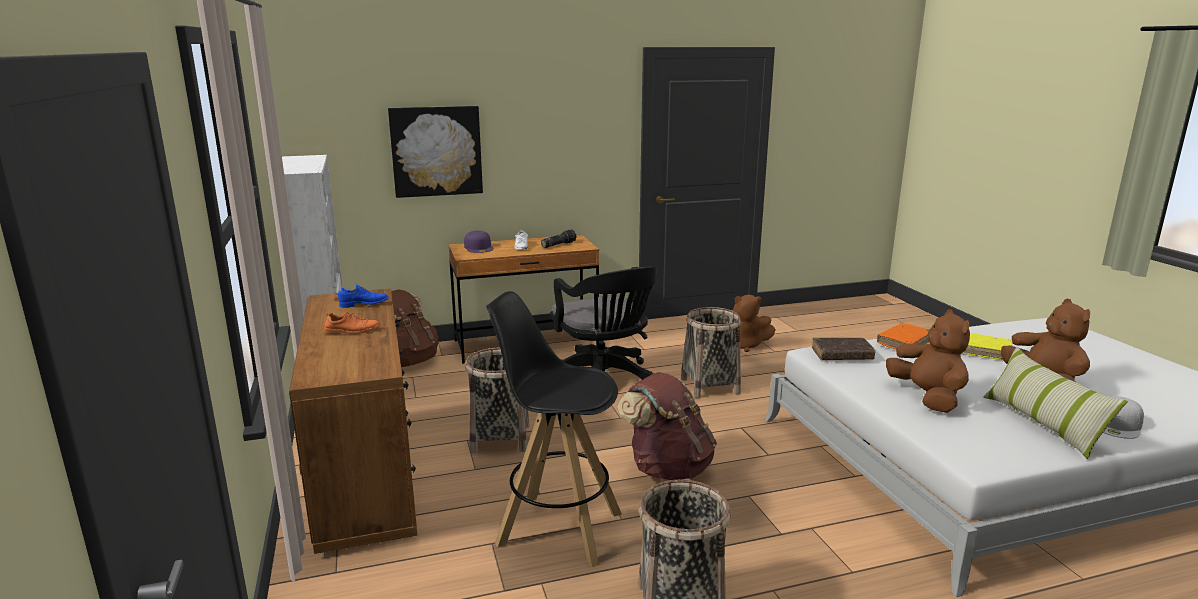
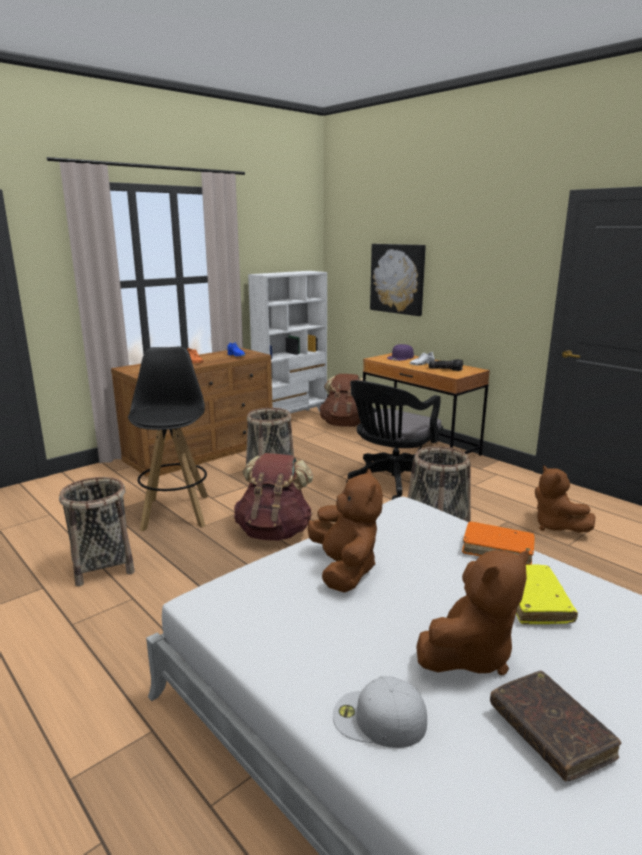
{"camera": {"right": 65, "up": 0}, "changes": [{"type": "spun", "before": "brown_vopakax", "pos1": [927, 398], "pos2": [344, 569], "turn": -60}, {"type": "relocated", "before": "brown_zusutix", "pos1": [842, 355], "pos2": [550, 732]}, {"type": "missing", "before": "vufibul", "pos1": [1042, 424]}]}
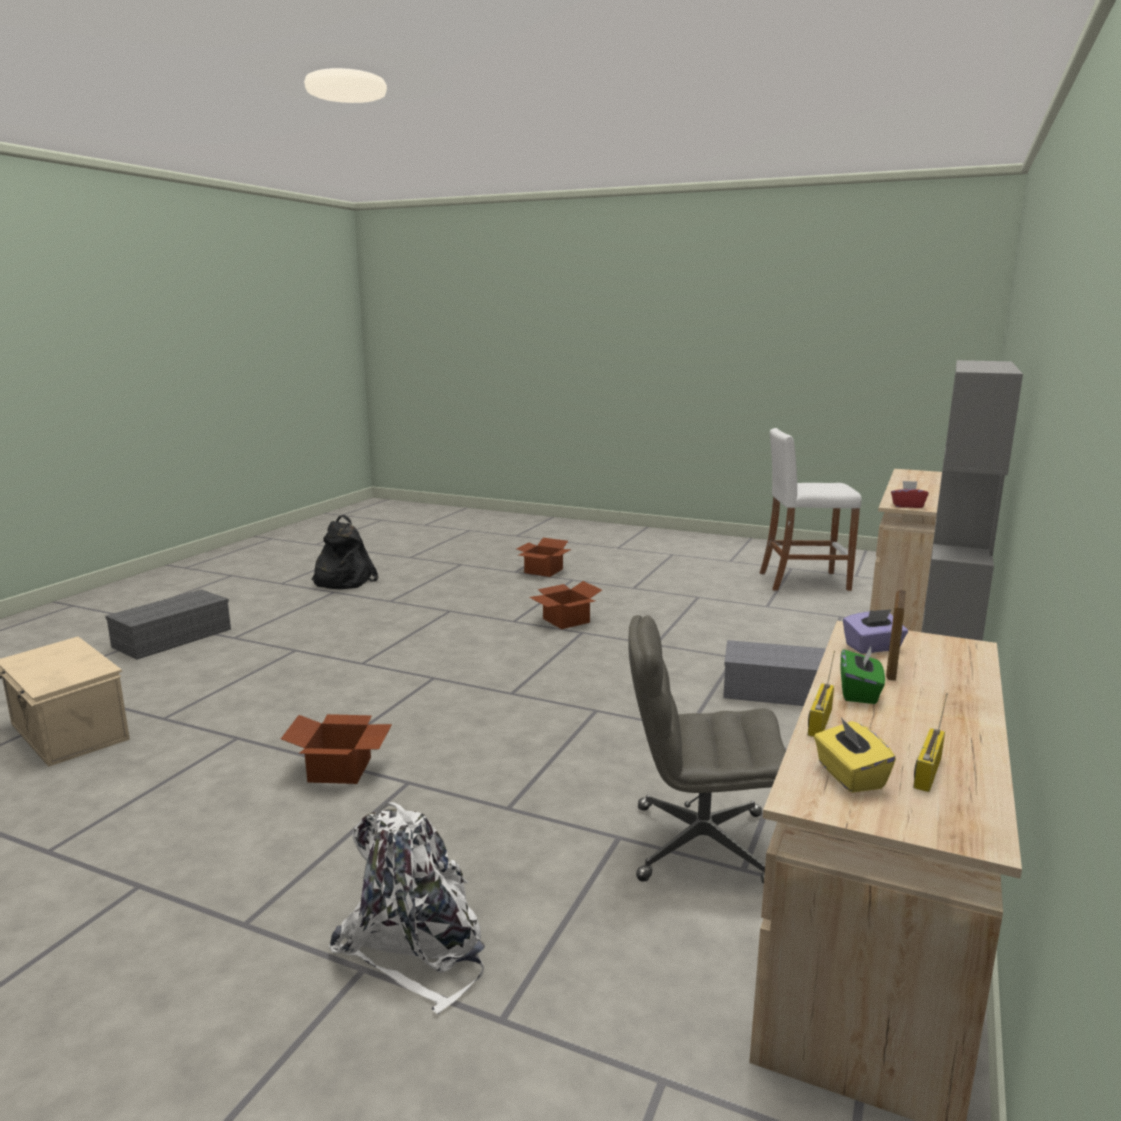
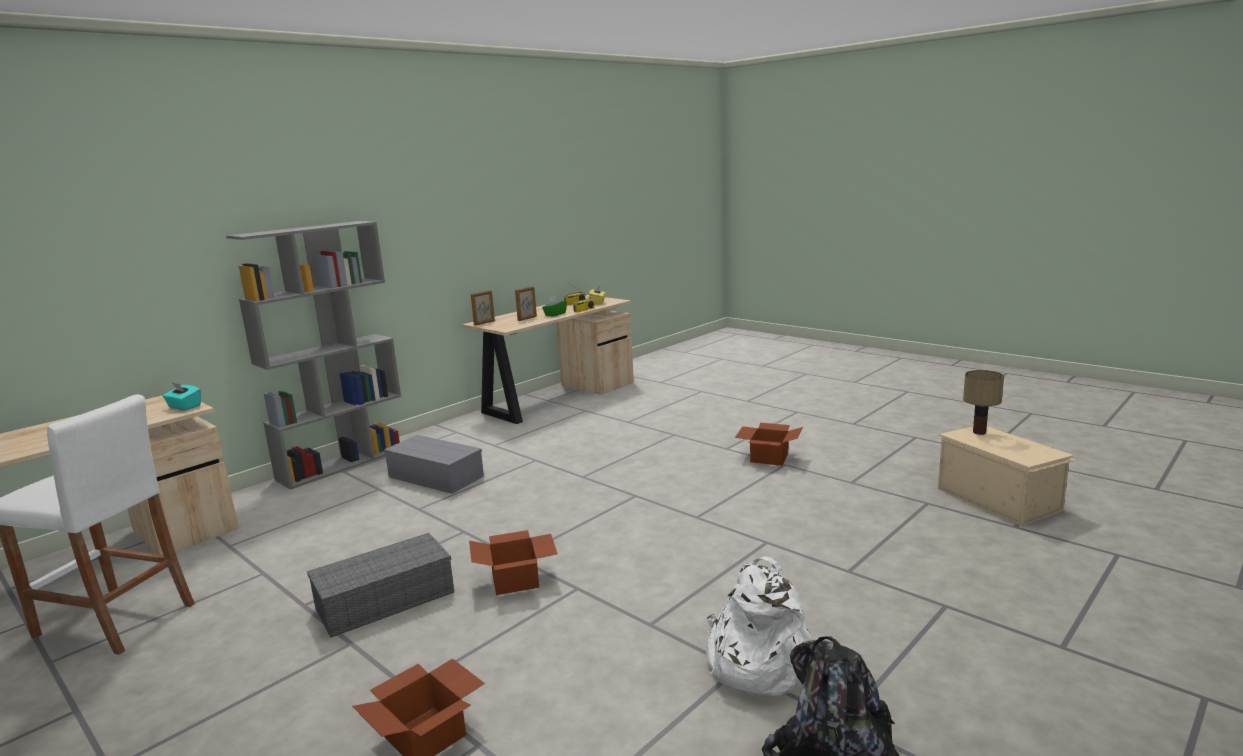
{"camera": {"right": -160, "up": 0}, "changes": [{"type": "colour", "before": "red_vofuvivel", "after": "turquoise_vofuvivel", "pos1": [907, 506], "pos2": [184, 407]}, {"type": "relocated", "before": "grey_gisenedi", "pos1": [173, 637], "pos2": [384, 601]}, {"type": "appeared", "after": "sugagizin", "pos2": [484, 323]}, {"type": "relocated", "before": "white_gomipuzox", "pos1": [416, 945], "pos2": [755, 663]}, {"type": "appeared", "after": "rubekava", "pos2": [978, 432]}, {"type": "missing", "before": "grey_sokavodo", "pos1": [699, 846]}, {"type": "missing", "before": "purple_vofuvivel", "pos1": [873, 648]}]}
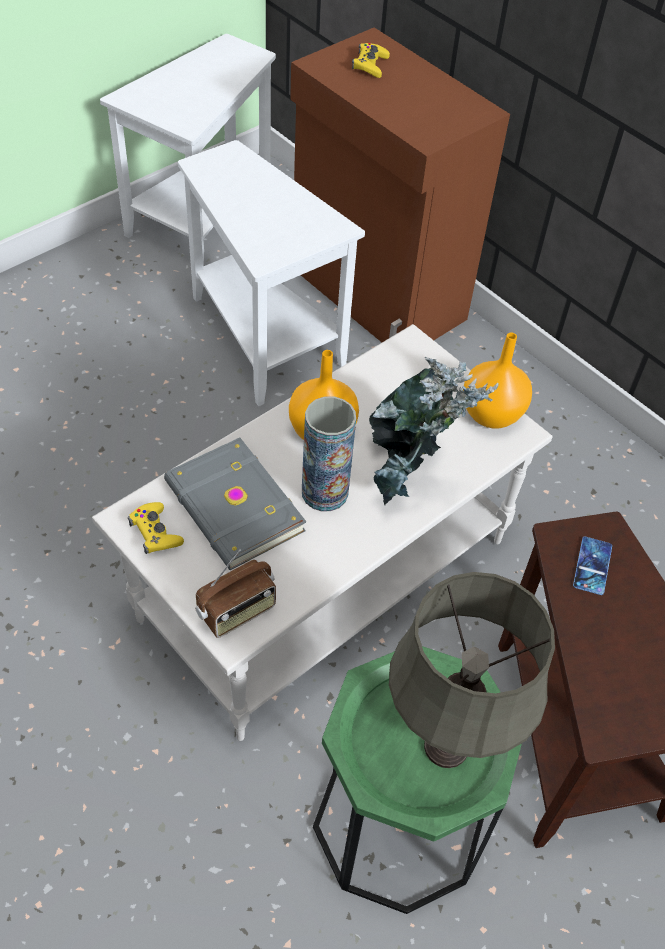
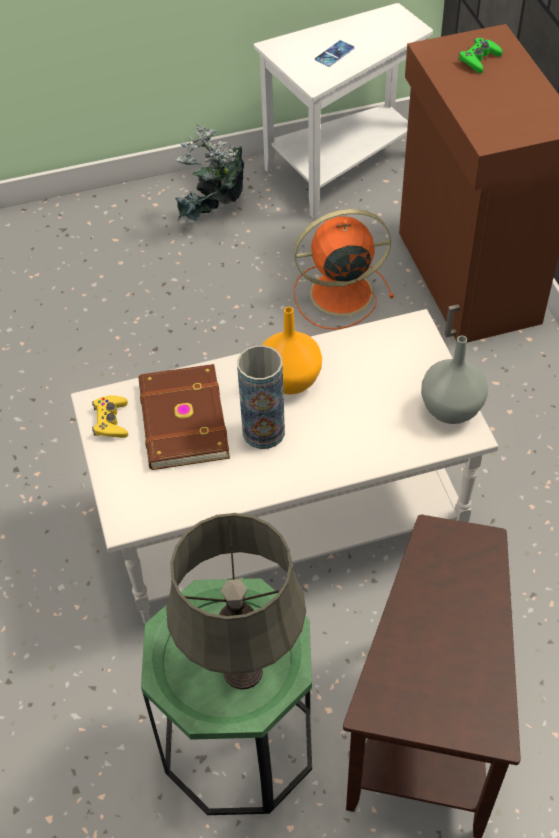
{"camera": {"right": 30, "up": 0}, "changes": [{"type": "colour", "before": "grey_zusutix", "after": "brown_zusutix", "pos1": [232, 508], "pos2": [181, 421]}, {"type": "relocated", "before": "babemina", "pos1": [409, 474], "pos2": [215, 216]}, {"type": "exchanged", "before": "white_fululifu", "after": "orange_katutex", "pos1": [263, 341], "pos2": [338, 293]}, {"type": "relocated", "before": "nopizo", "pos1": [592, 566], "pos2": [334, 54]}, {"type": "colour", "before": "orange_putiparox", "after": "grey_putiparox", "pos1": [492, 413], "pos2": [452, 409]}, {"type": "colour", "before": "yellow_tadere", "after": "green_tadere", "pos1": [370, 65], "pos2": [479, 59]}, {"type": "missing", "before": "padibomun", "pos1": [237, 612]}]}
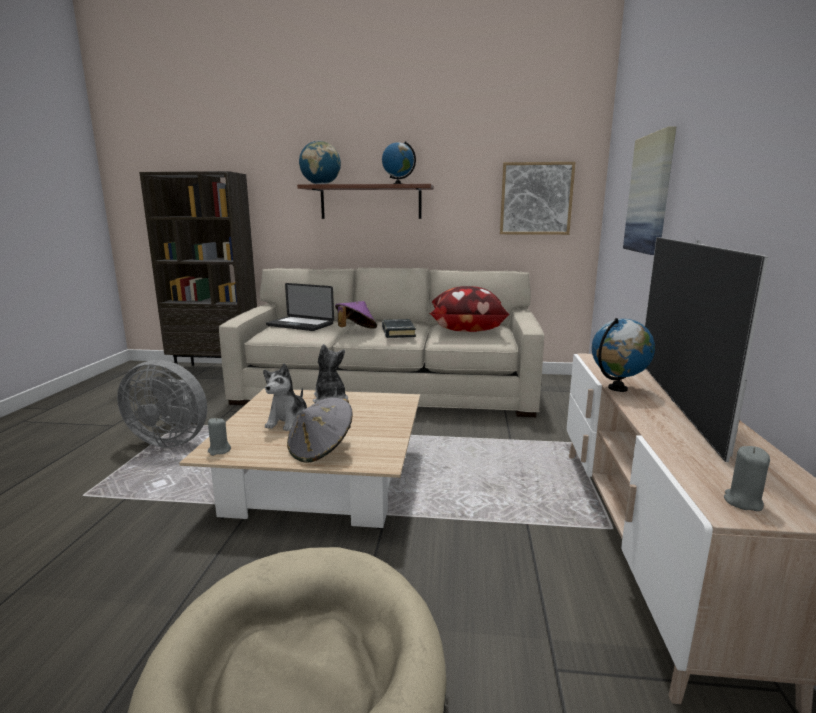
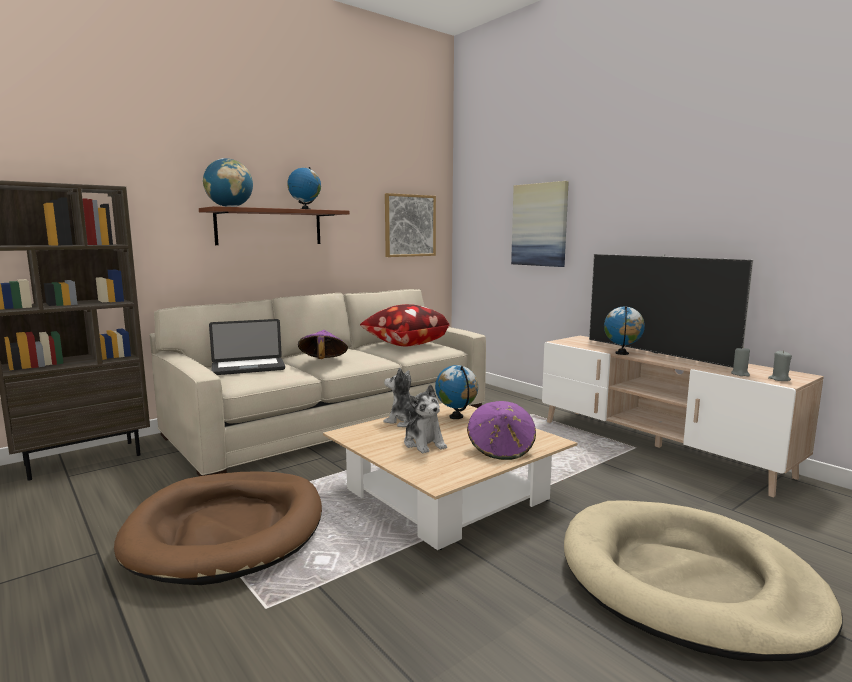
{"camera": {"right": -45, "up": -5}, "changes": [{"type": "exchanged", "before": "grey_katutex", "after": "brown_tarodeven", "pos1": [172, 440], "pos2": [227, 530]}, {"type": "appeared", "after": "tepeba", "pos2": [456, 417]}, {"type": "colour", "before": "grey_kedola", "after": "purple_kedola", "pos1": [321, 450], "pos2": [501, 449]}, {"type": "relocated", "before": "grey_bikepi", "pos1": [219, 450], "pos2": [740, 374]}, {"type": "missing", "before": "black_zusutix", "pos1": [398, 332]}]}
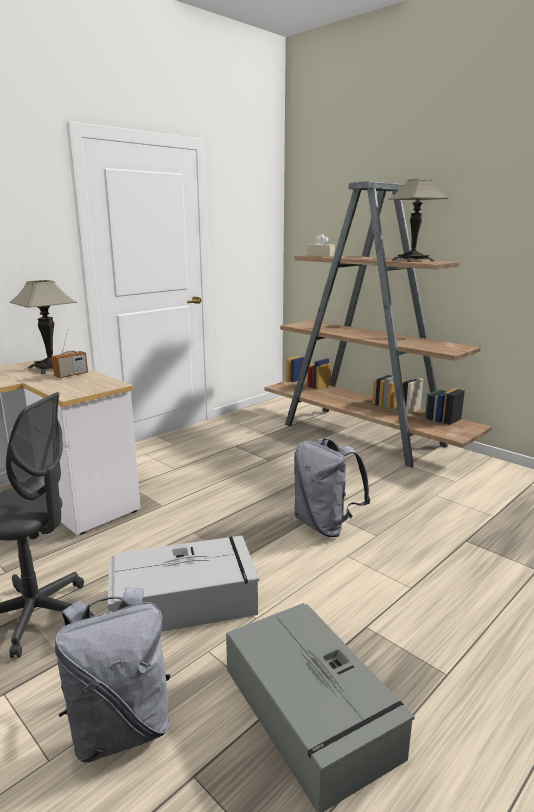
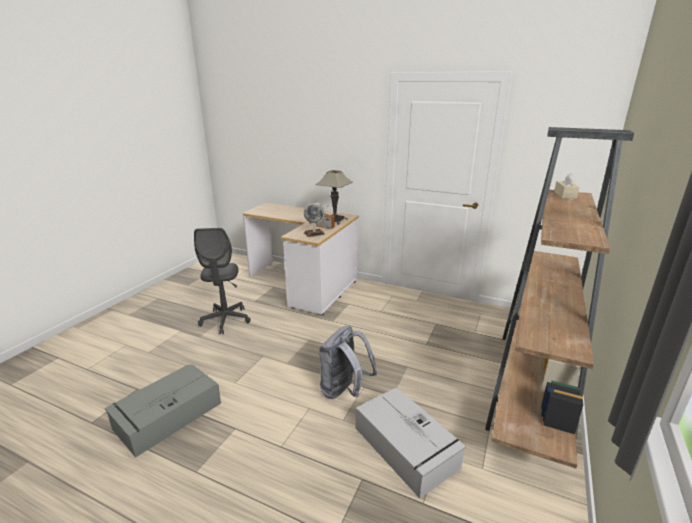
{"camera": {"right": 70, "up": 5}, "changes": [{"type": "appeared", "after": "tepeba", "pos2": [314, 233]}, {"type": "relocated", "before": "grey_gisenedi", "pos1": [185, 600], "pos2": [406, 448]}, {"type": "missing", "before": "grey_gomipuzox", "pos1": [120, 727]}, {"type": "missing", "before": "rubekava", "pos1": [413, 260]}]}
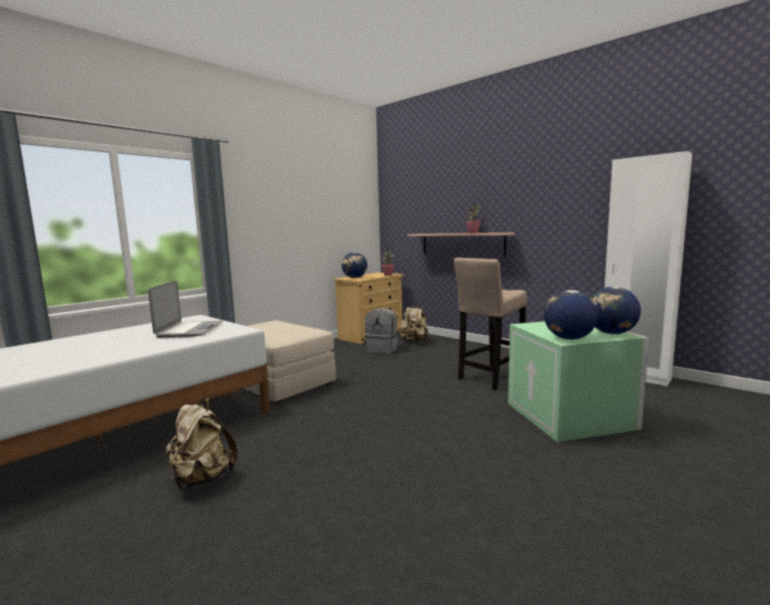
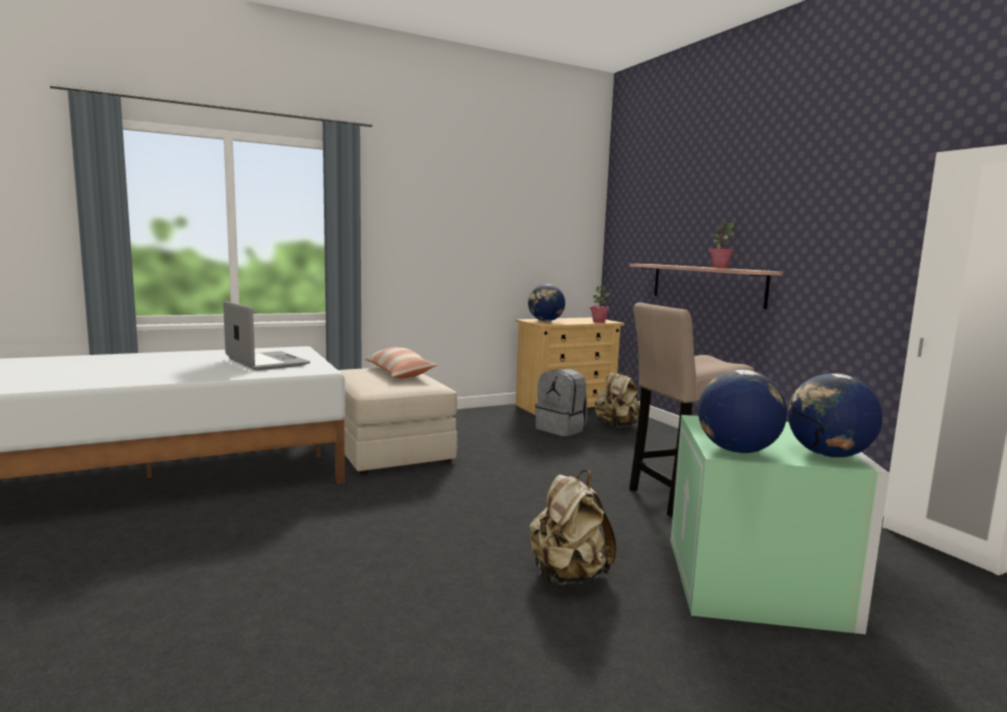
{"camera": {"right": 20, "up": 0}, "changes": [{"type": "spun", "before": "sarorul", "pos1": [189, 330], "pos2": [266, 362], "turn": -60}, {"type": "appeared", "after": "vufibul", "pos2": [398, 373]}, {"type": "relocated", "before": "beige_gomipuzox", "pos1": [202, 479], "pos2": [567, 576]}]}
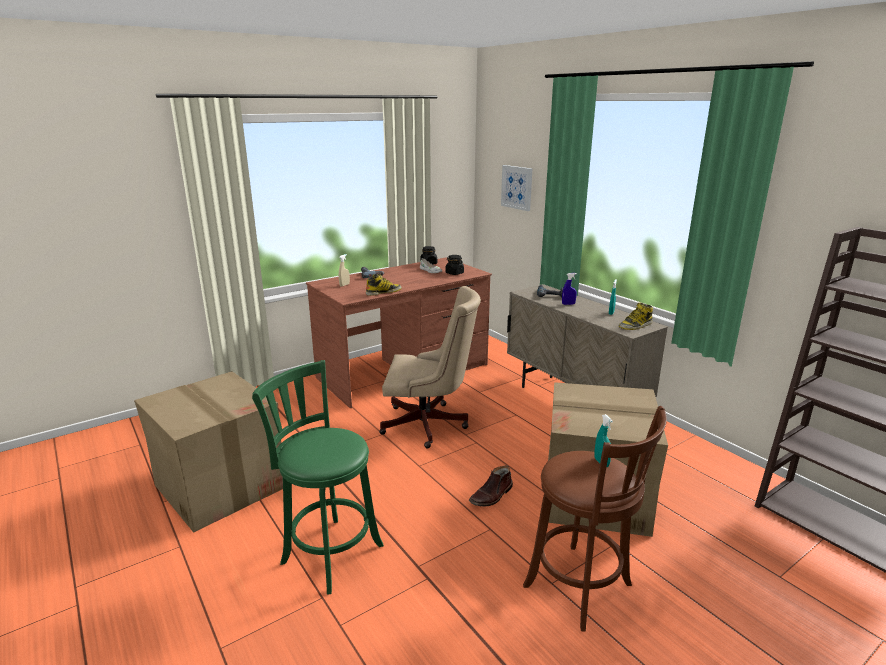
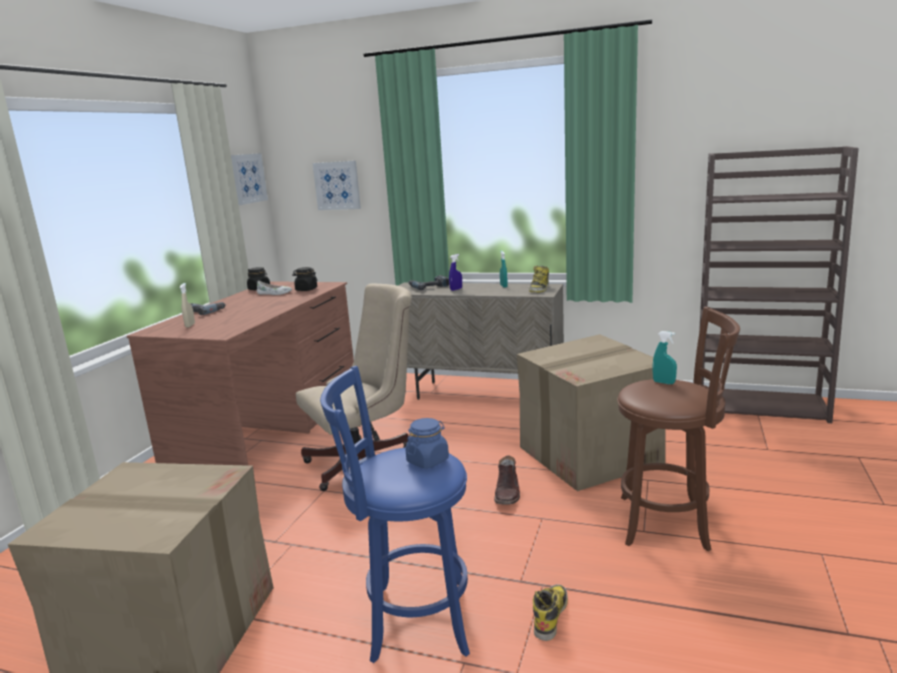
{"camera": {"right": -35, "up": -5}, "changes": [{"type": "appeared", "after": "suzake", "pos2": [248, 178]}, {"type": "colour", "before": "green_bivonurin", "after": "blue_bivonurin", "pos1": [329, 551], "pos2": [413, 620]}, {"type": "appeared", "after": "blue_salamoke", "pos2": [428, 460]}, {"type": "relocated", "before": "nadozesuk", "pos1": [383, 292], "pos2": [550, 615]}]}
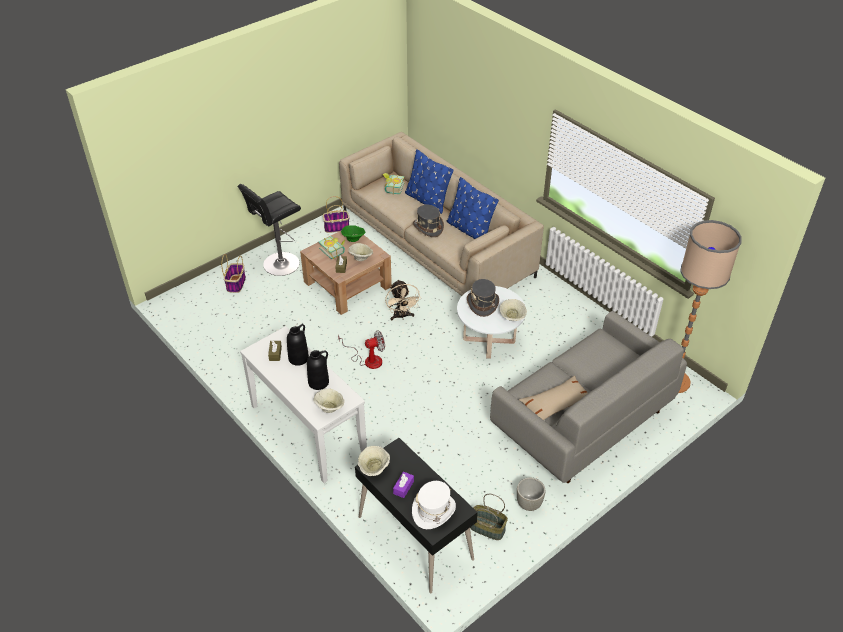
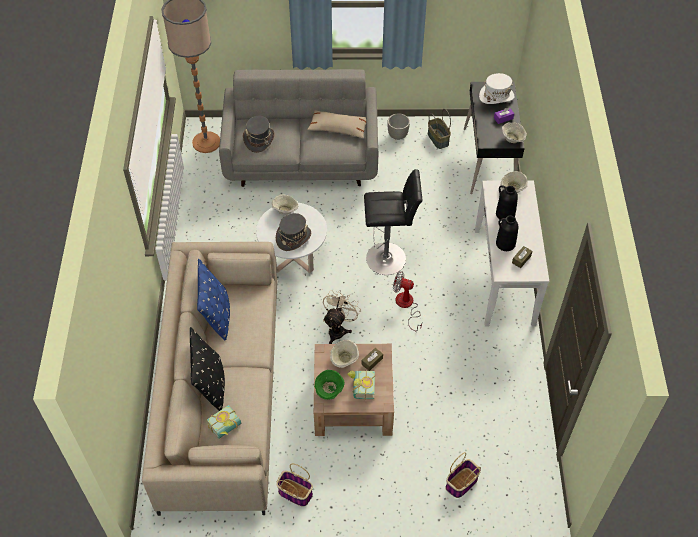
{"camera": {"right": -140, "up": 10}, "changes": [{"type": "colour", "before": "blue_vufibul", "after": "black_vufibul", "pos1": [427, 200], "pos2": [211, 384]}, {"type": "relocated", "before": "grey_kedola", "pos1": [428, 227], "pos2": [259, 139]}, {"type": "relocated", "before": "black_bivonurin", "pos1": [279, 265], "pos2": [389, 258]}]}
